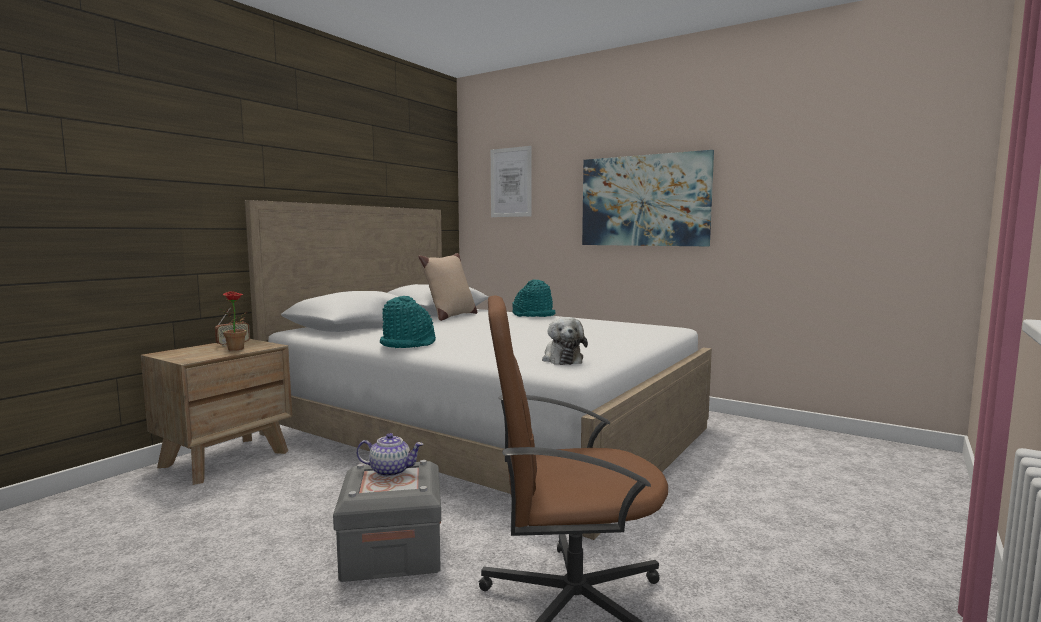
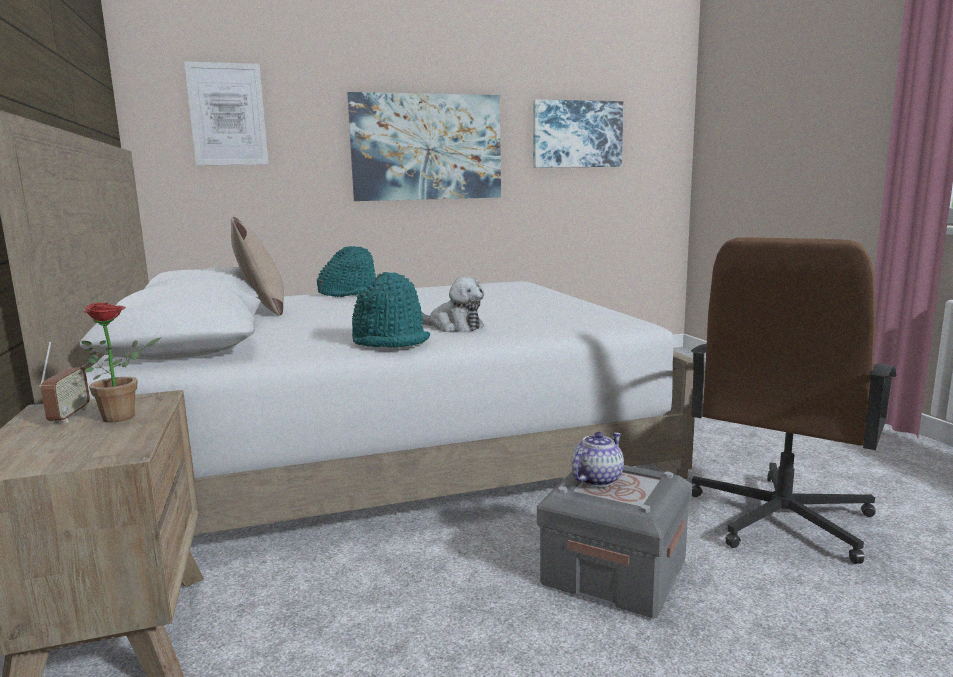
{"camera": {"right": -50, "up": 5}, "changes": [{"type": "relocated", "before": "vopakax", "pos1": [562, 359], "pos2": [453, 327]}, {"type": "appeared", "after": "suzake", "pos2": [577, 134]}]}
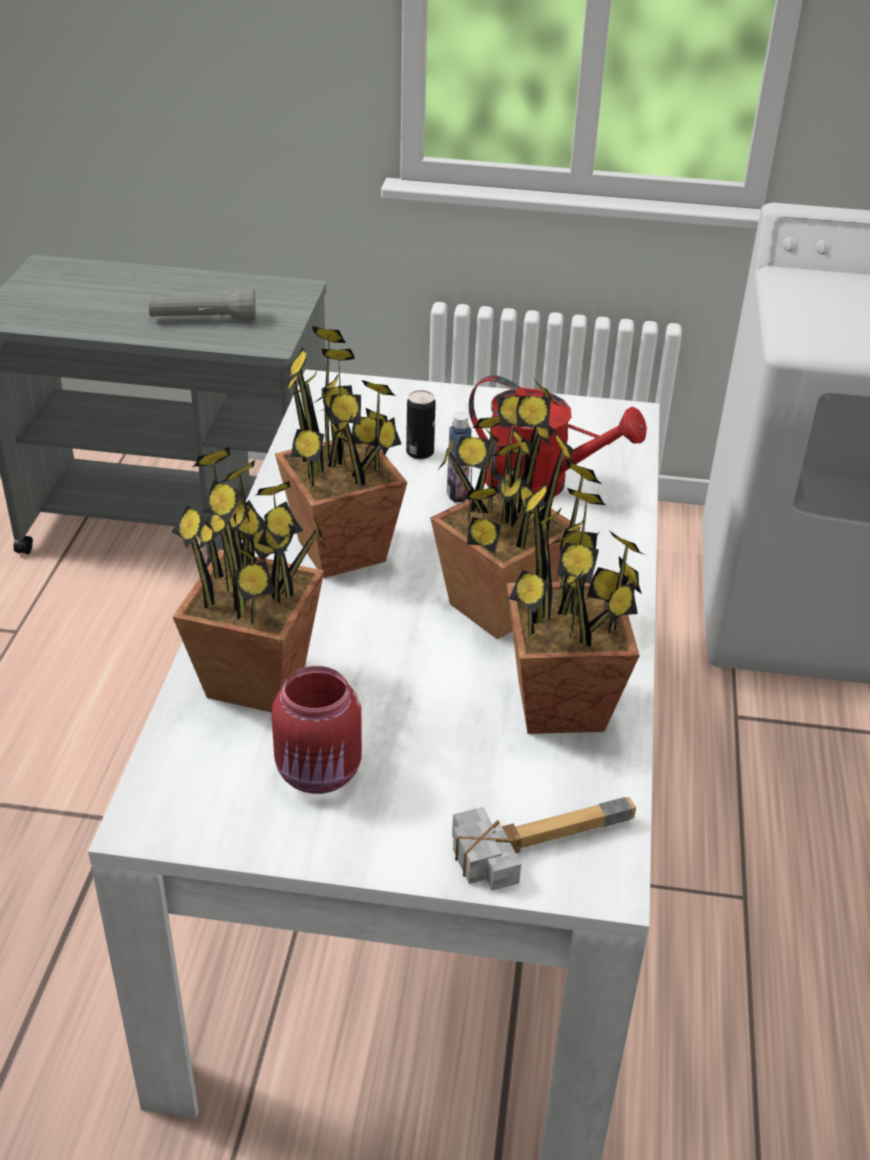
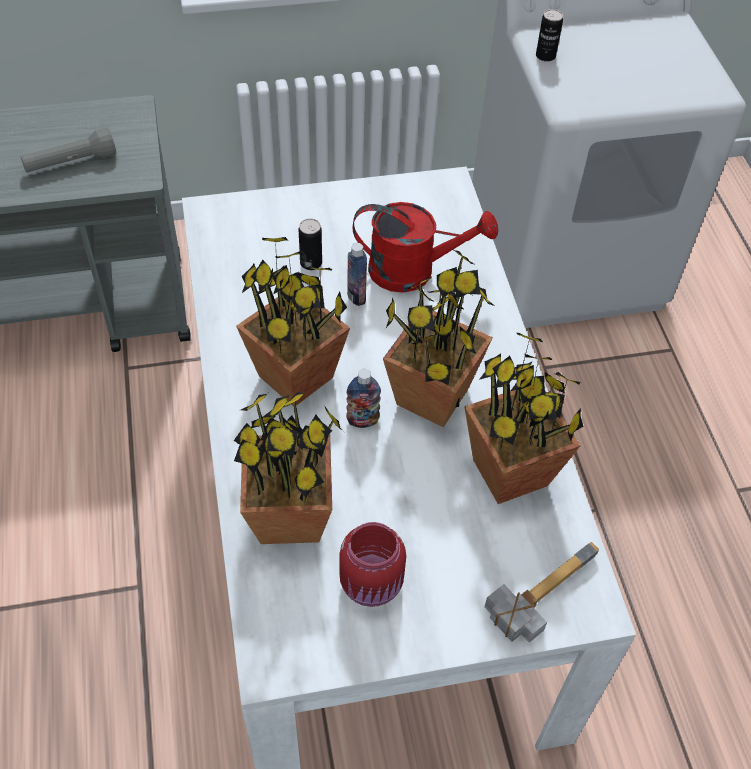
{"camera": {"right": -20, "up": 15}, "changes": [{"type": "appeared", "after": "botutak", "pos2": [362, 420]}, {"type": "appeared", "after": "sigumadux", "pos2": [545, 56]}]}
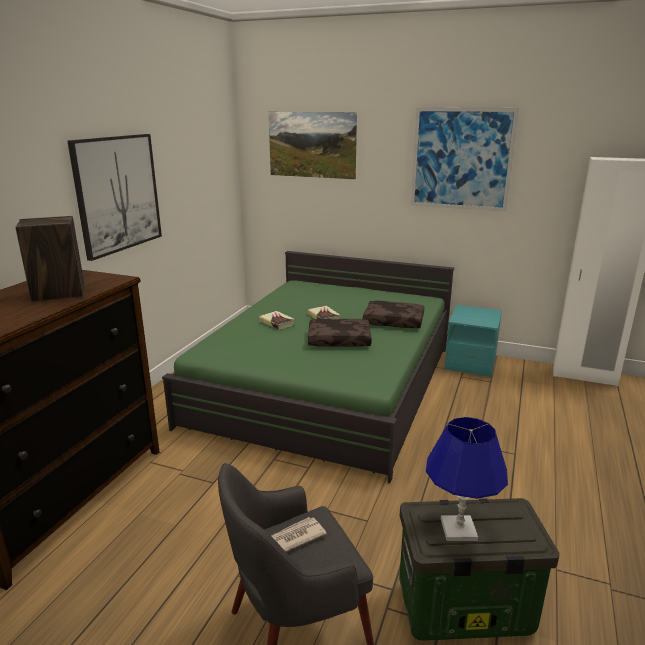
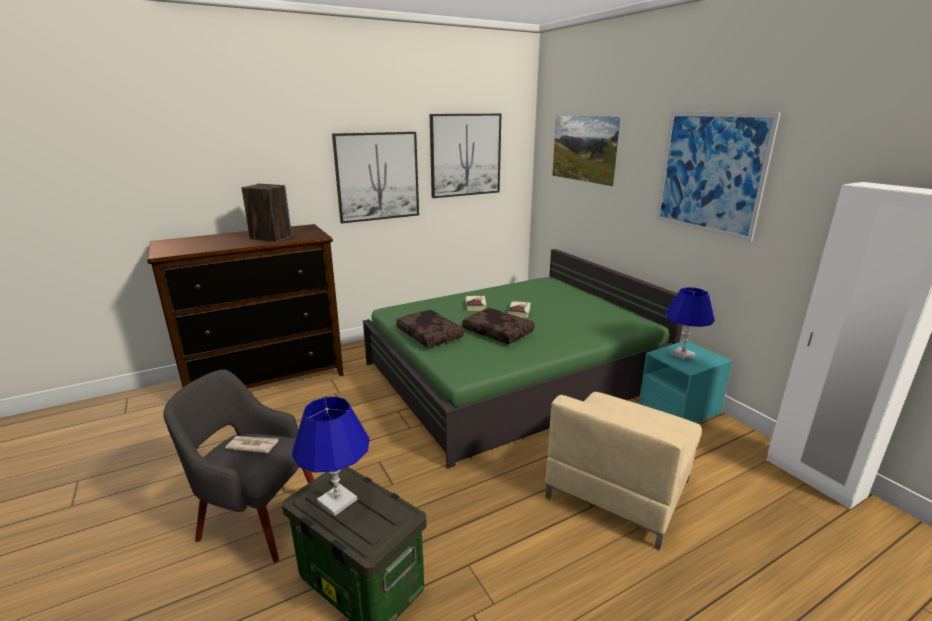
{"camera": {"right": 40, "up": 0}, "changes": [{"type": "relocated", "before": "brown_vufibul", "pos1": [394, 321], "pos2": [430, 335]}, {"type": "appeared", "after": "suzake", "pos2": [465, 155]}, {"type": "appeared", "after": "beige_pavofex", "pos2": [619, 488]}, {"type": "appeared", "after": "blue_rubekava", "pos2": [682, 354]}]}
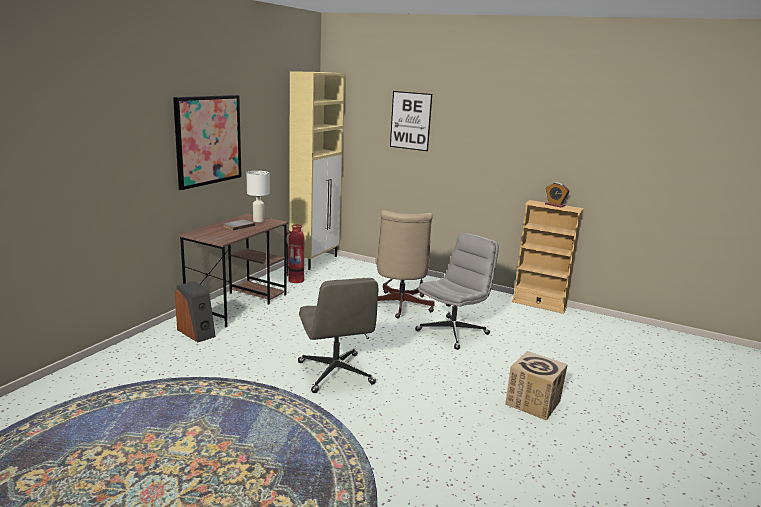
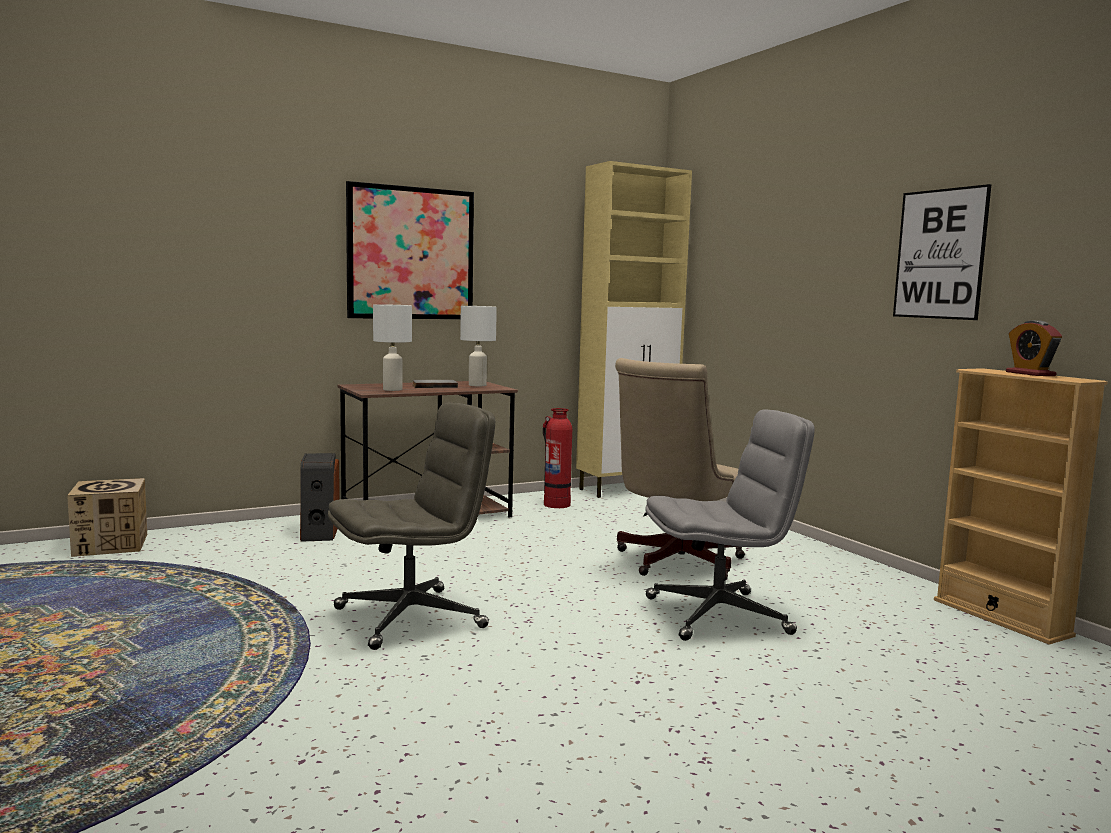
{"camera": {"right": 35, "up": -10}, "changes": [{"type": "relocated", "before": "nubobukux", "pos1": [533, 402], "pos2": [110, 545]}, {"type": "spun", "before": "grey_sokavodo", "pos1": [336, 373], "pos2": [411, 617], "turn": -135}, {"type": "appeared", "after": "white_rubekava", "pos2": [392, 389]}, {"type": "relocated", "before": "suzake", "pos1": [410, 121], "pos2": [940, 254]}]}
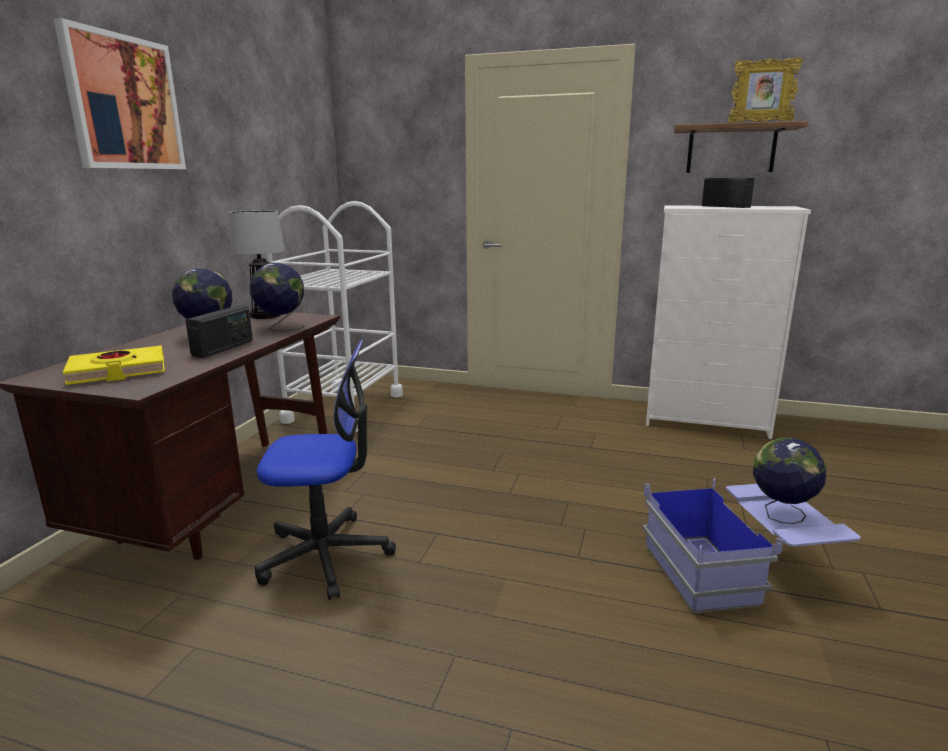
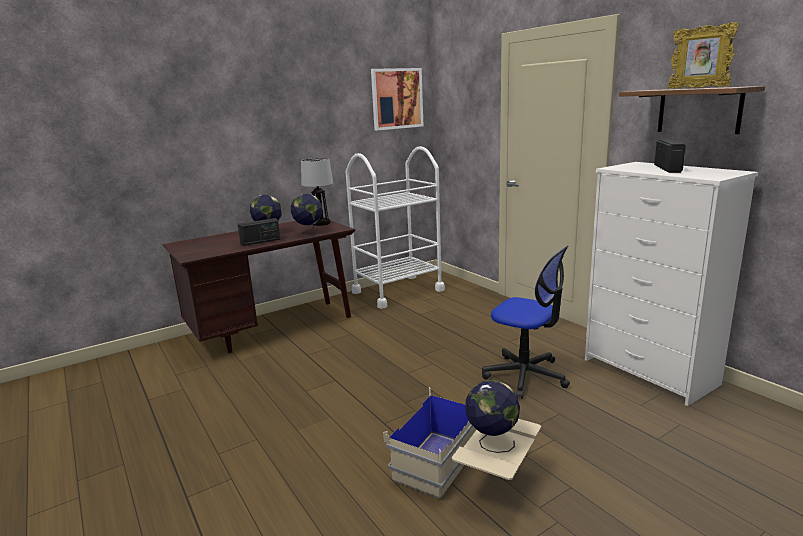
{"camera": {"right": 40, "up": 0}, "changes": [{"type": "relocated", "before": "suzake", "pos1": [124, 103], "pos2": [397, 98]}, {"type": "colour", "before": "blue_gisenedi", "after": "beige_gisenedi", "pos1": [738, 571], "pos2": [464, 475]}, {"type": "relocated", "before": "sokavodo", "pos1": [326, 555], "pos2": [525, 376]}, {"type": "missing", "before": "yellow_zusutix", "pos1": [118, 371]}]}
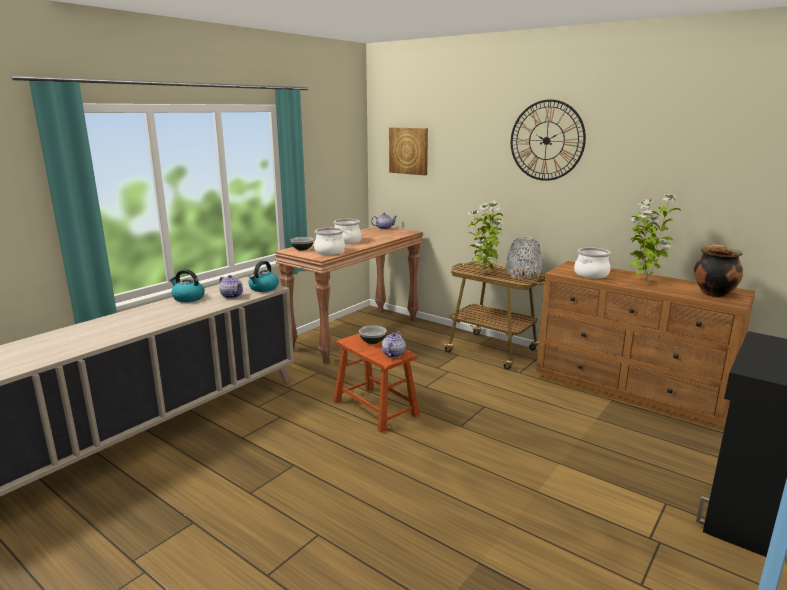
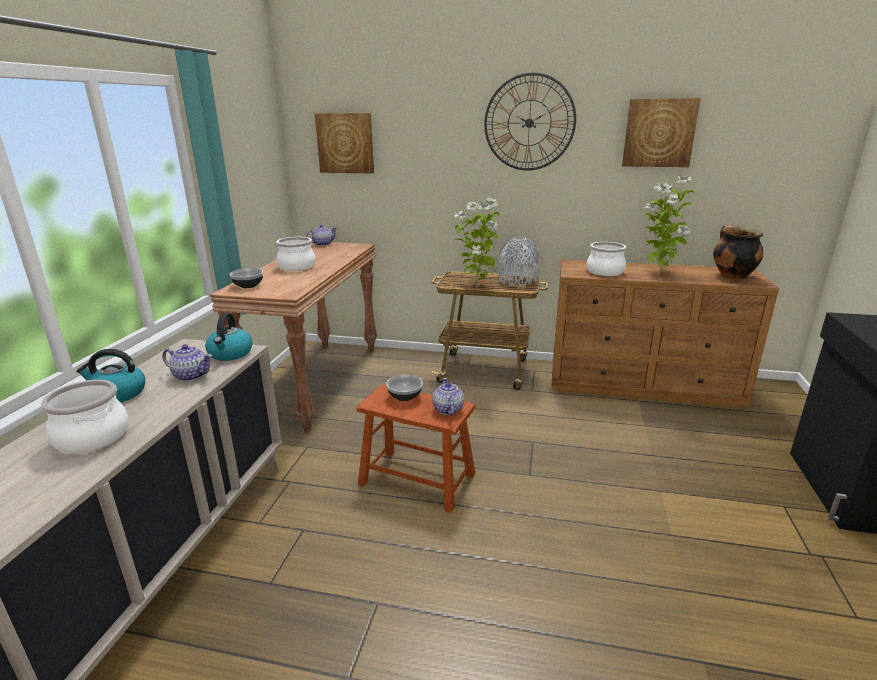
{"camera": {"right": -25, "up": 5}, "changes": [{"type": "relocated", "before": "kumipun", "pos1": [330, 252], "pos2": [93, 436]}, {"type": "appeared", "after": "suzake", "pos2": [659, 133]}]}
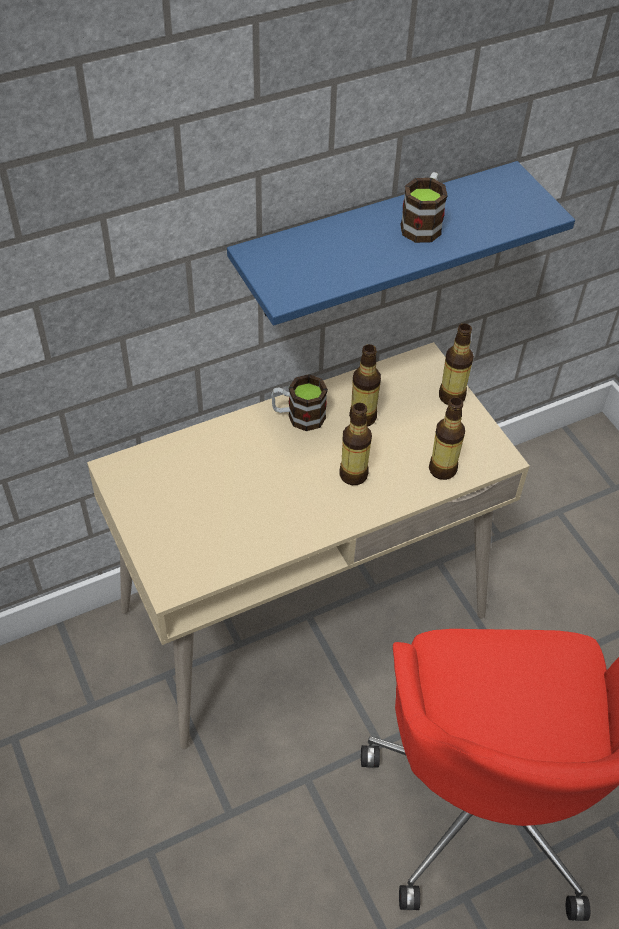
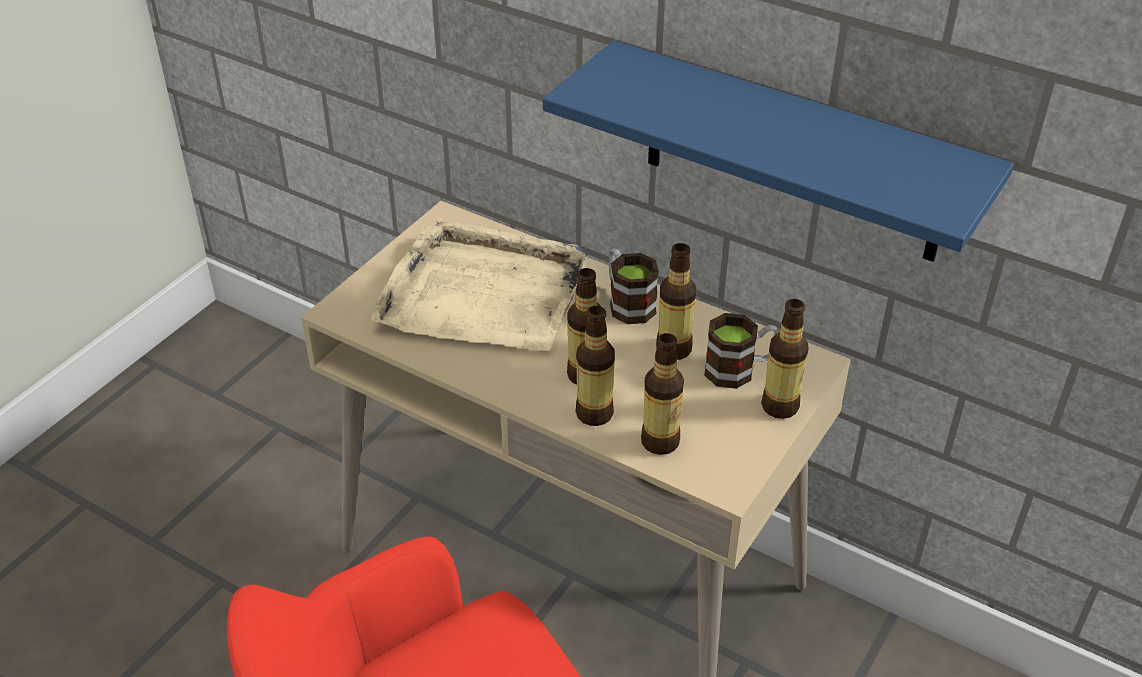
{"camera": {"right": 60, "up": -10}, "changes": [{"type": "appeared", "after": "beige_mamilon", "pos2": [483, 294]}, {"type": "appeared", "after": "botutak", "pos2": [594, 413]}, {"type": "relocated", "before": "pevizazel", "pos1": [423, 223], "pos2": [739, 369]}]}
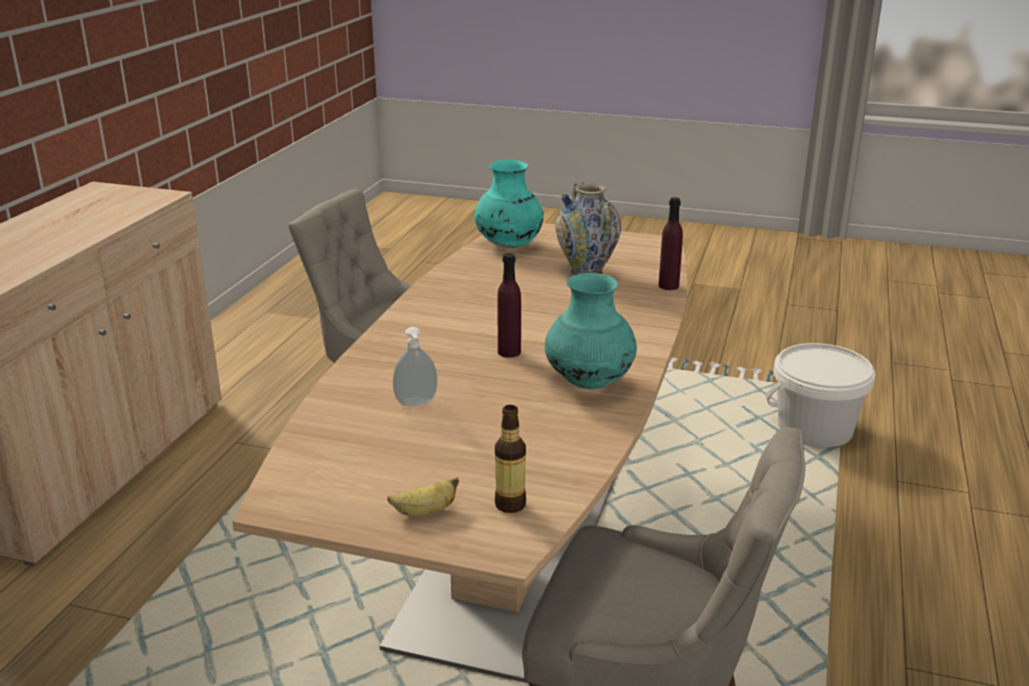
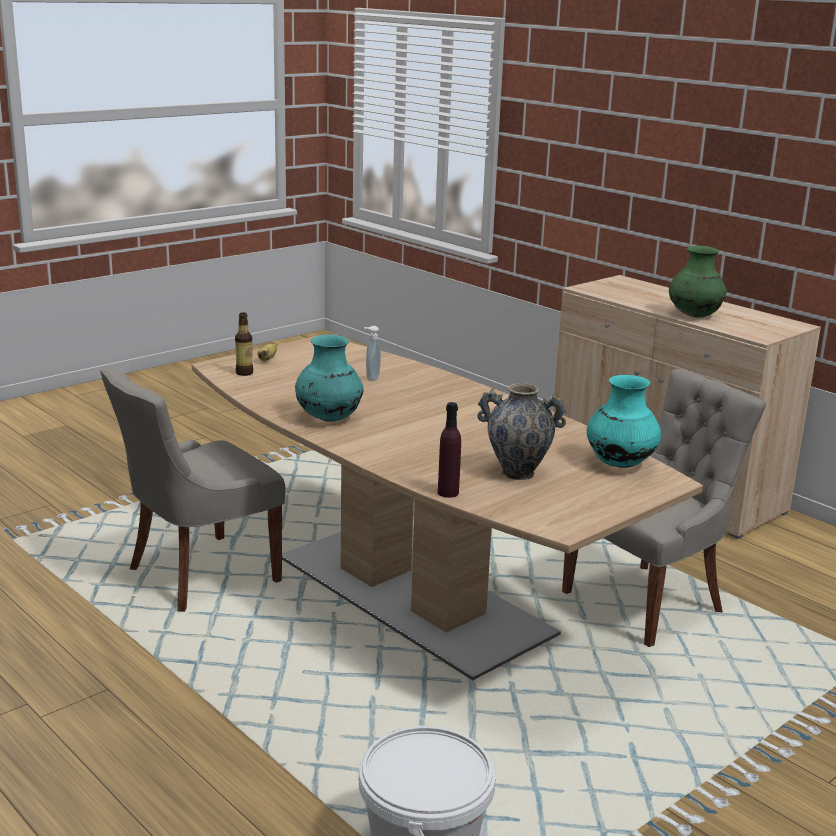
{"camera": {"right": 120, "up": -5}, "changes": [{"type": "appeared", "after": "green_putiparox", "pos2": [694, 316]}, {"type": "missing", "before": "purple_botutak", "pos1": [509, 352]}]}
